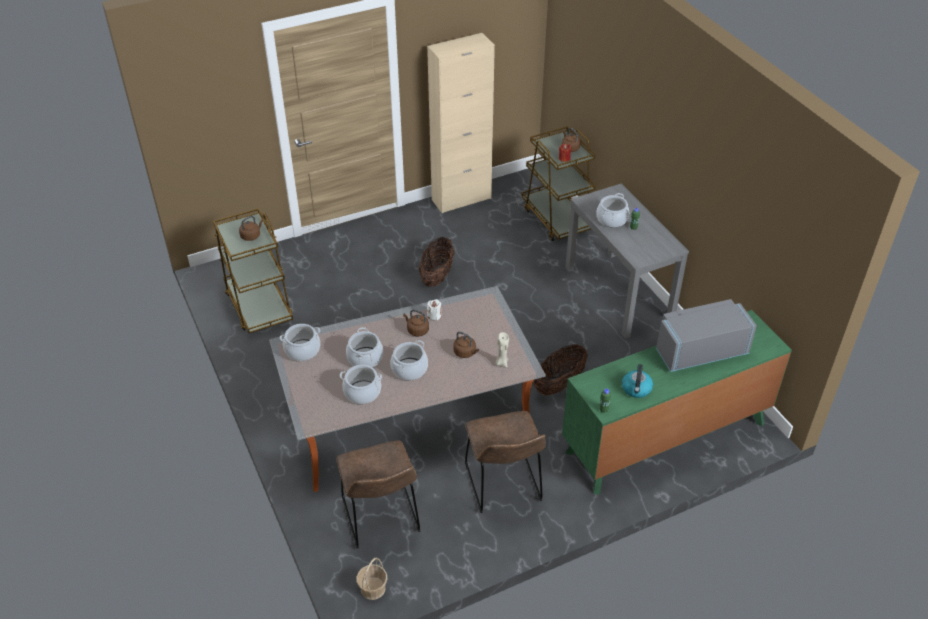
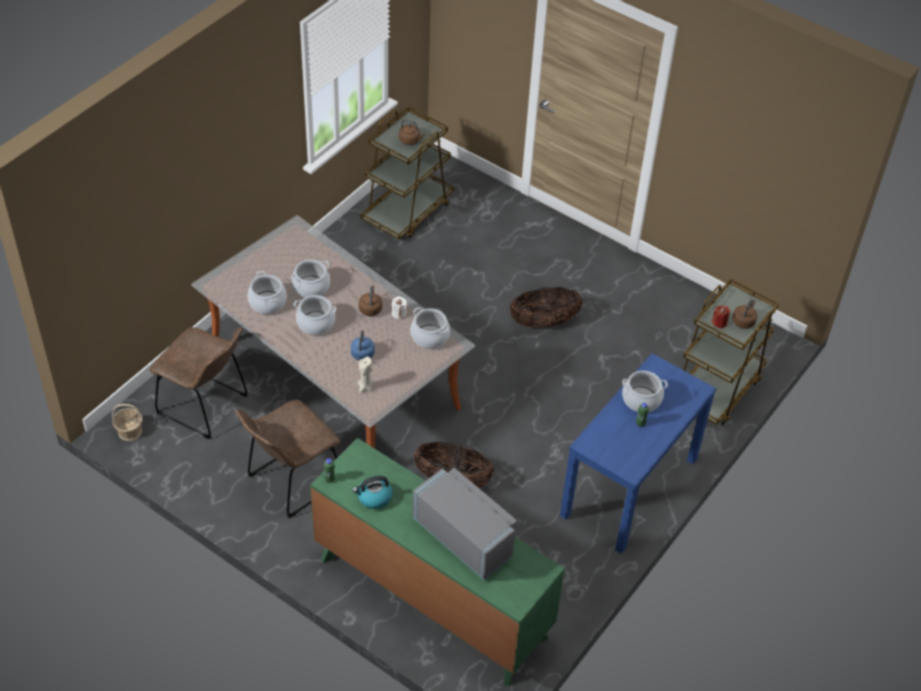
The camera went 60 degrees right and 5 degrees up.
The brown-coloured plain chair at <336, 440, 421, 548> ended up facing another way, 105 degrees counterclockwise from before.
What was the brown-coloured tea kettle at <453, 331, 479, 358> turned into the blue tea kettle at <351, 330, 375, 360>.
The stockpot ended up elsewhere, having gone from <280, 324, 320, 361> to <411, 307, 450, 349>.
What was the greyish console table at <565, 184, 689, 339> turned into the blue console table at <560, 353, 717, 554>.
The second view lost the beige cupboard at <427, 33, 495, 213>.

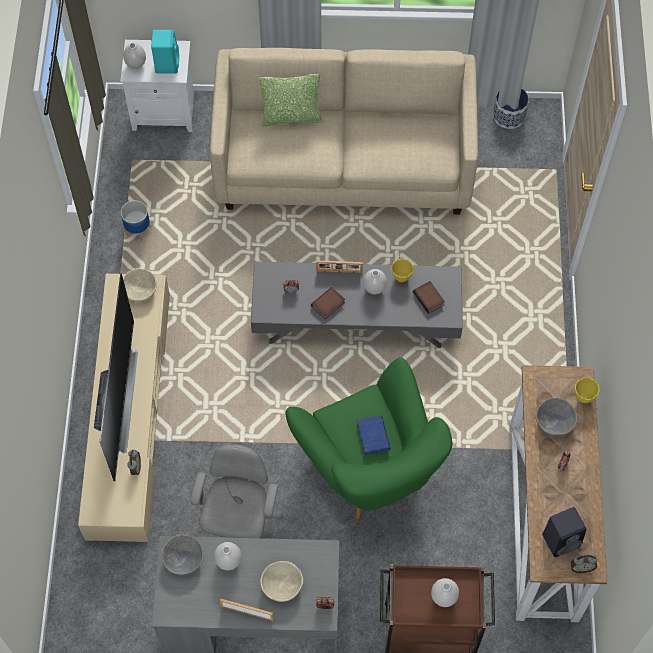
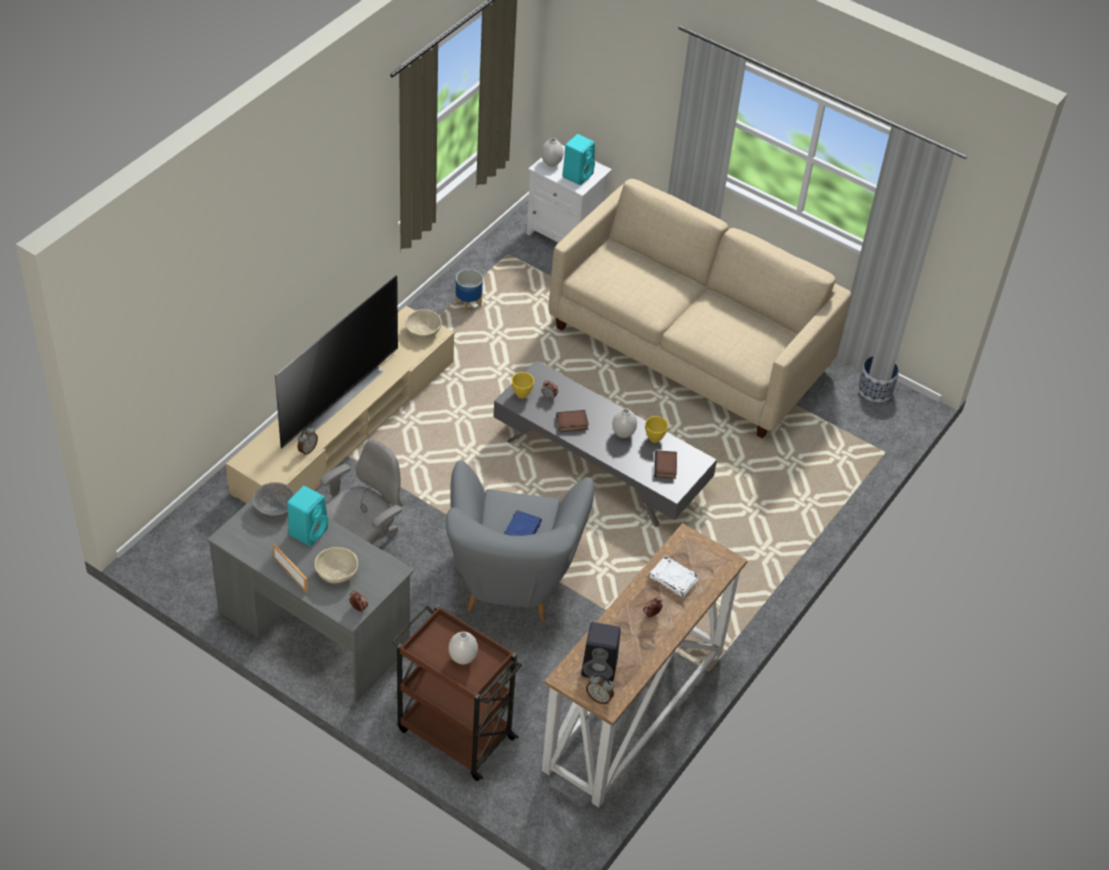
The camera went 30 degrees right and 15 degrees down.
Where the white-coloured vase stood at <214, 542, 241, 570>, the turquoise-coloured audio speaker came to stand at <287, 486, 328, 546>.
What was the green-coloured armchair at <285, 357, 452, 519> turned into the greyish armchair at <446, 460, 594, 621>.
The yellow bowl ended up elsewhere, having gone from <575, 378, 600, 403> to <511, 372, 534, 399>.
Where the greyish bowl stood at <536, 397, 577, 436>, the white-coloured book came to stand at <648, 556, 699, 598>.
The second view lost the cushion at <259, 73, 323, 127>.
The second view lost the picture frame at <316, 260, 363, 274>.

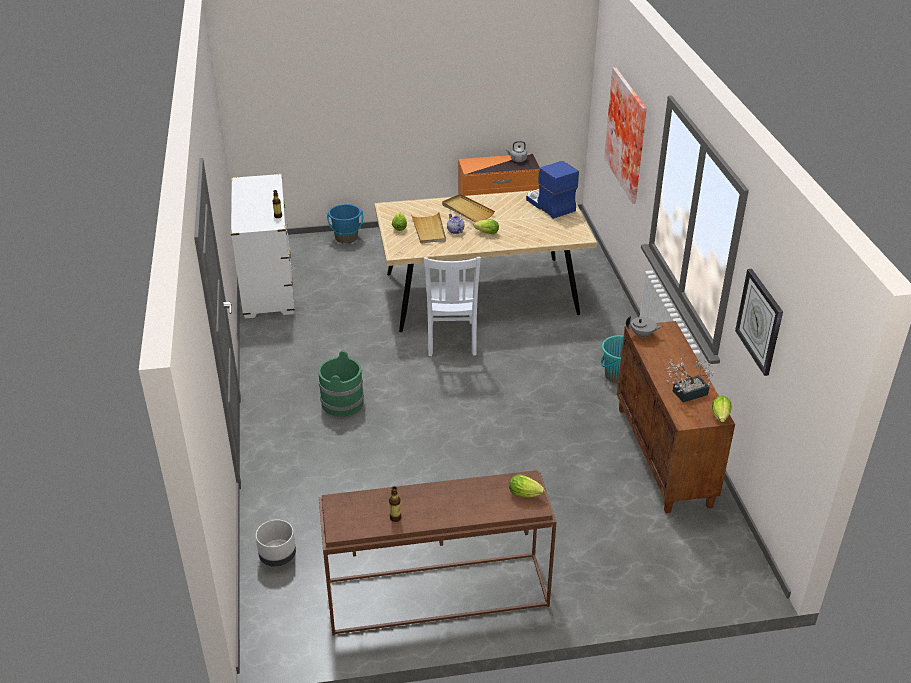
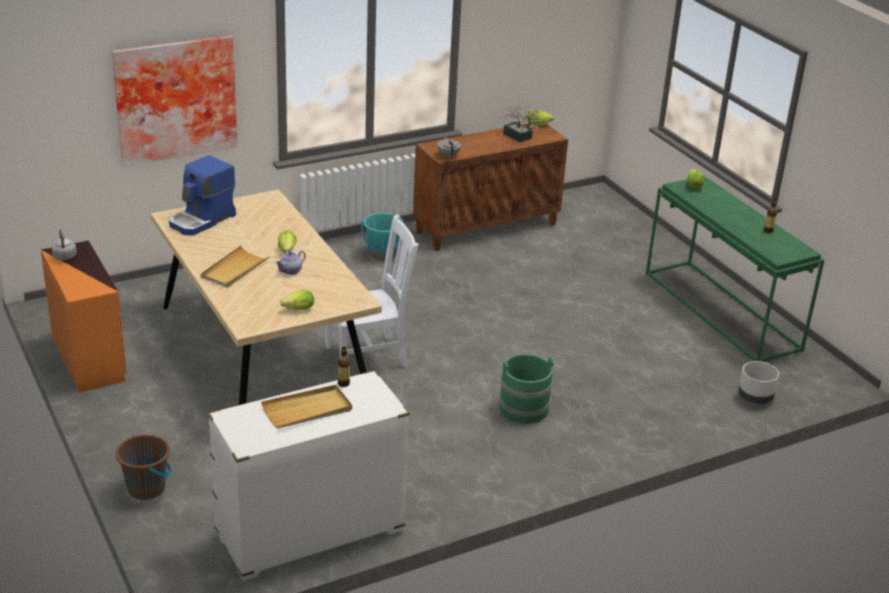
The camera went 110 degrees left and 5 degrees down.
What was the blue pail at <327, 204, 363, 244> turned into the brown-coloured pail at <116, 434, 172, 500>.
The beige serving tray ended up elsewhere, having gone from <411, 212, 446, 244> to <261, 385, 352, 429>.
What was the brown-coloured console table at <319, 470, 556, 636> turned into the green-coloured console table at <646, 176, 825, 362>.
The second view lost the wall clock at <735, 269, 783, 376>.

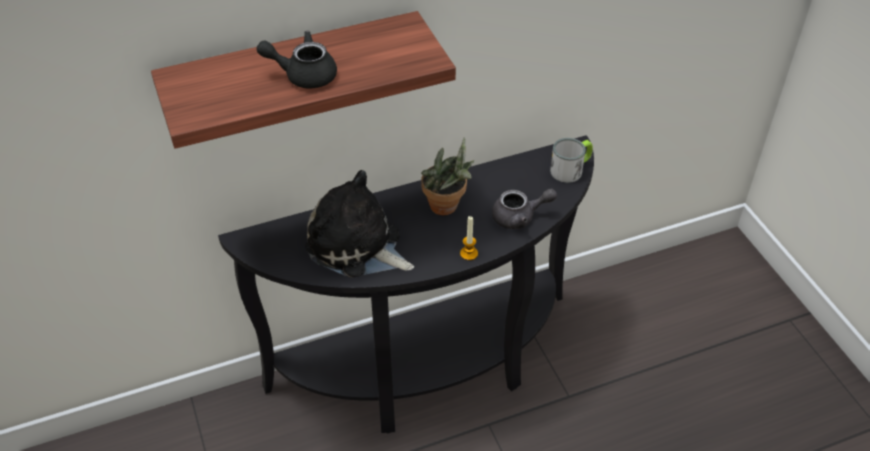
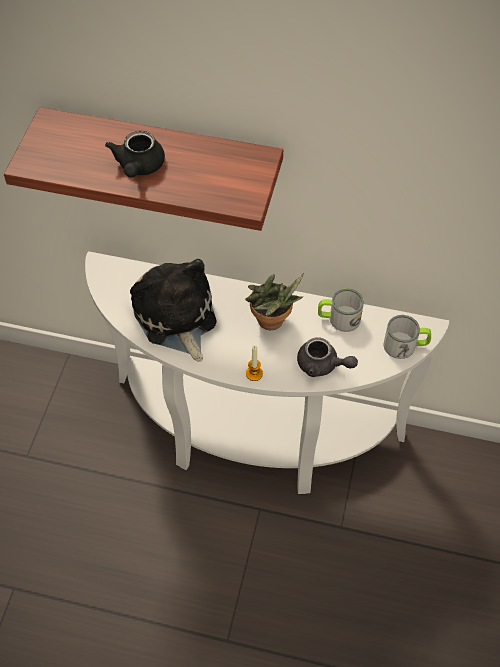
The camera went 35 degrees right and 10 degrees up.
What was the black console table at <218, 135, 594, 433> turned into the white-coloured console table at <85, 251, 449, 494>.
The black teapot at <256, 31, 337, 89> ended up facing another way, 120 degrees counterclockwise from before.
The second view gained the coffee mug at <318, 288, 364, 332>.

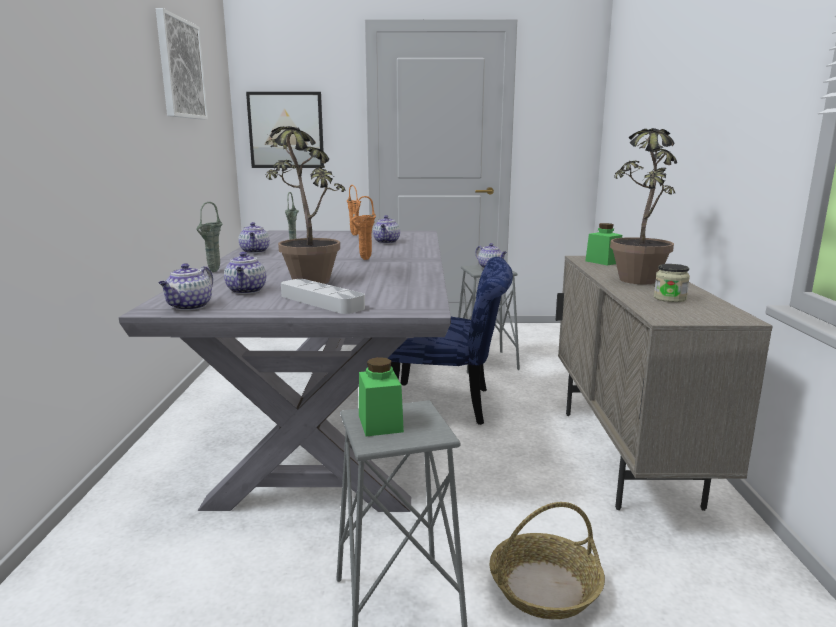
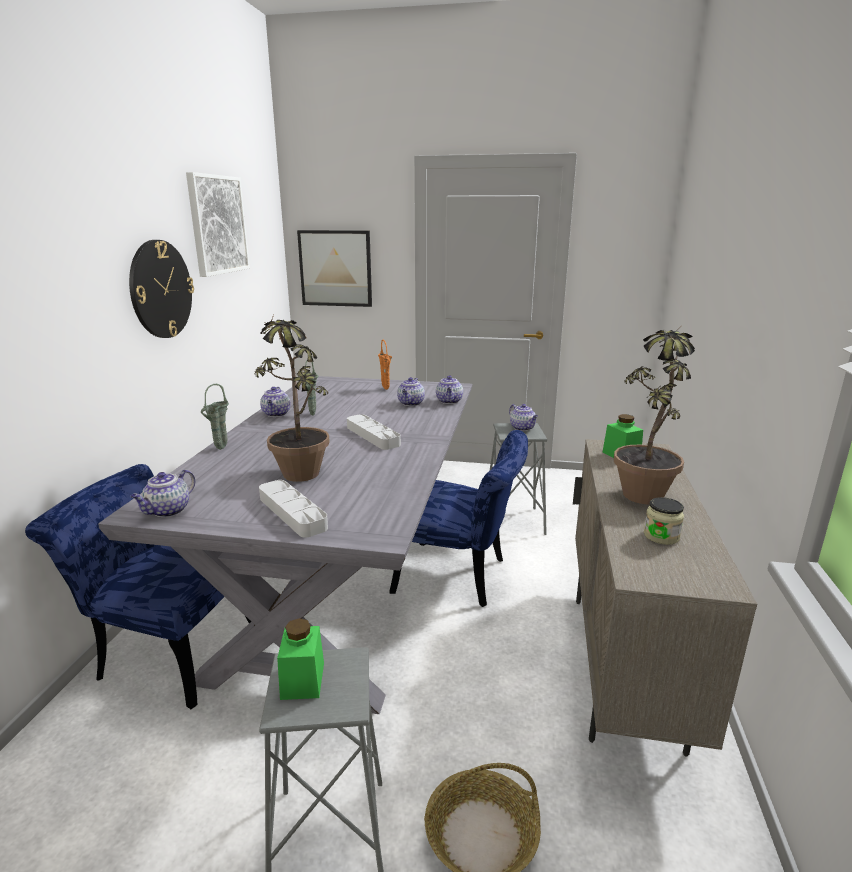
The camera went 10 degrees right and 5 degrees up.
The second view gained the blue plain chair at <25, 464, 251, 709>.
The second view gained the wall clock at <129, 240, 194, 338>.
Where the orangey vase stood at <351, 196, 376, 260>, the greyish serving tray came to stand at <347, 414, 401, 450>.
The teapot ended up elsewhere, having gone from <224, 252, 266, 294> to <436, 375, 463, 404>.

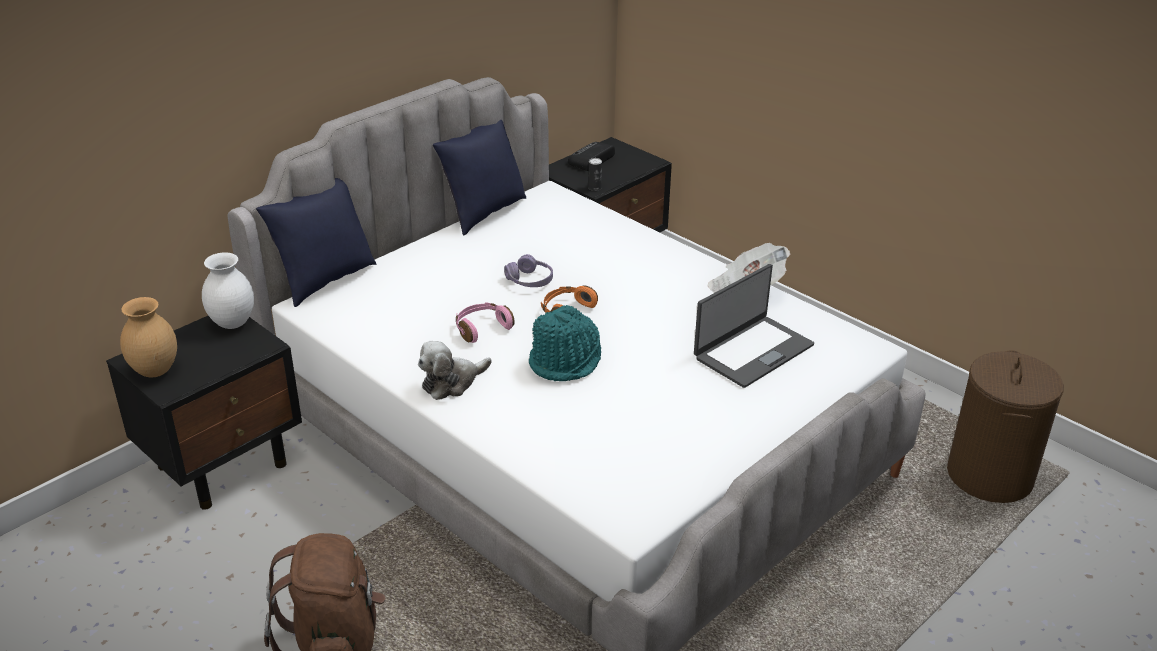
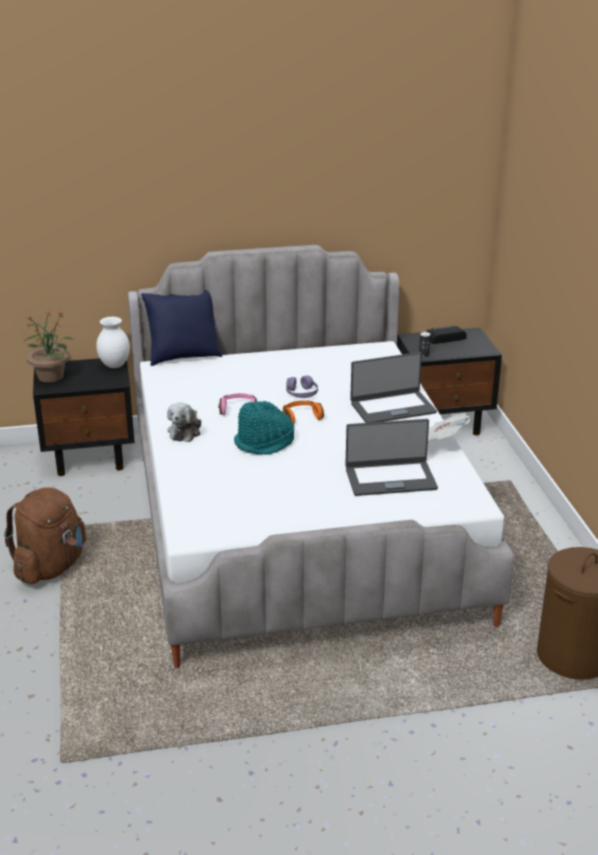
The camera went 35 degrees right and 5 degrees down.
Where the brown-coloured vase stood at <120, 297, 177, 377>, the houseplant came to stand at <26, 309, 74, 383>.
The plush toy at <418, 341, 492, 400> ended up facing another way, 75 degrees counterclockwise from before.
The second view gained the notebook computer at <350, 352, 437, 423>.
The second view lost the blue cushion at <433, 120, 526, 235>.

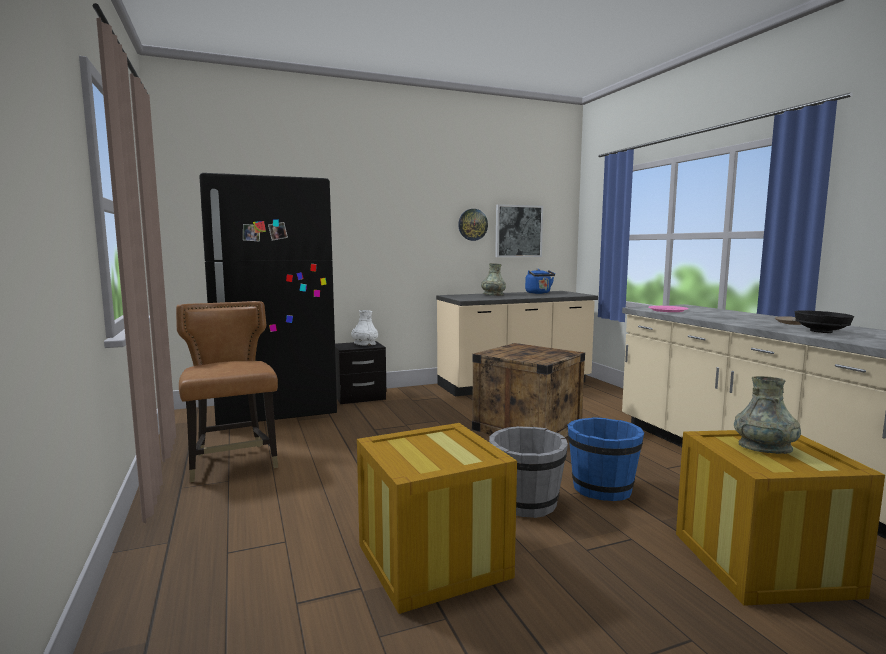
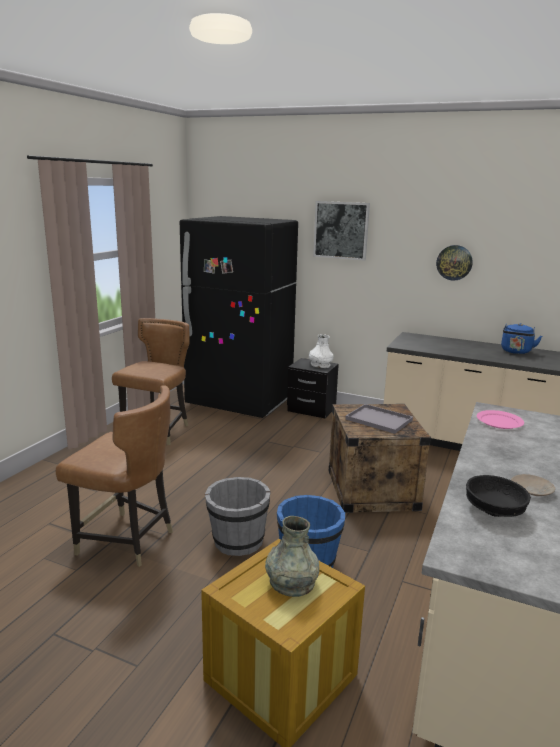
The camera went 45 degrees right and 10 degrees up.
Where the packing crate stood at <357, 423, 517, 614>, the brown-coloured plain chair came to stand at <56, 385, 173, 567>.
The wall picture ended up elsewhere, having gone from <495, 204, 543, 257> to <313, 201, 370, 261>.
The second view gained the greyish serving tray at <345, 404, 413, 434>.
The second view lost the greyish vase at <481, 263, 506, 296>.

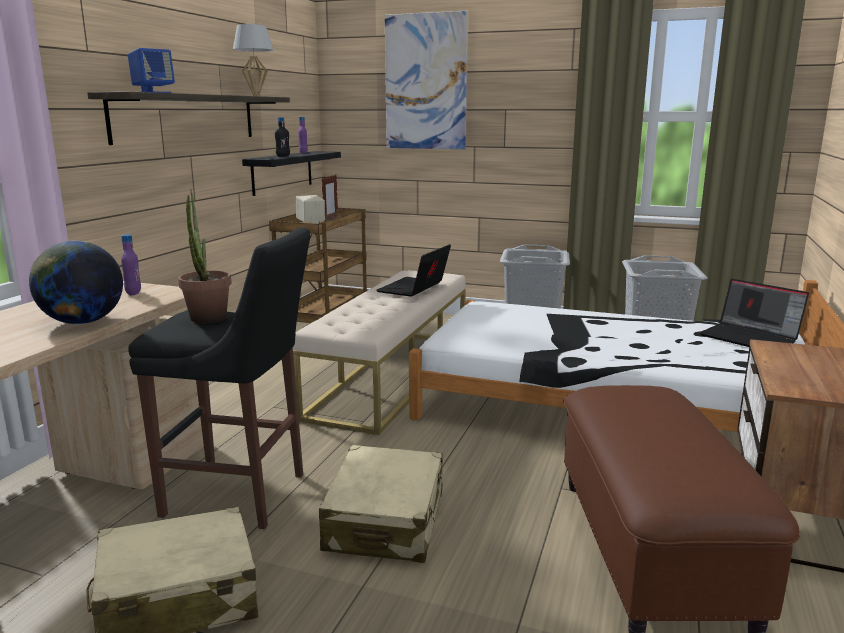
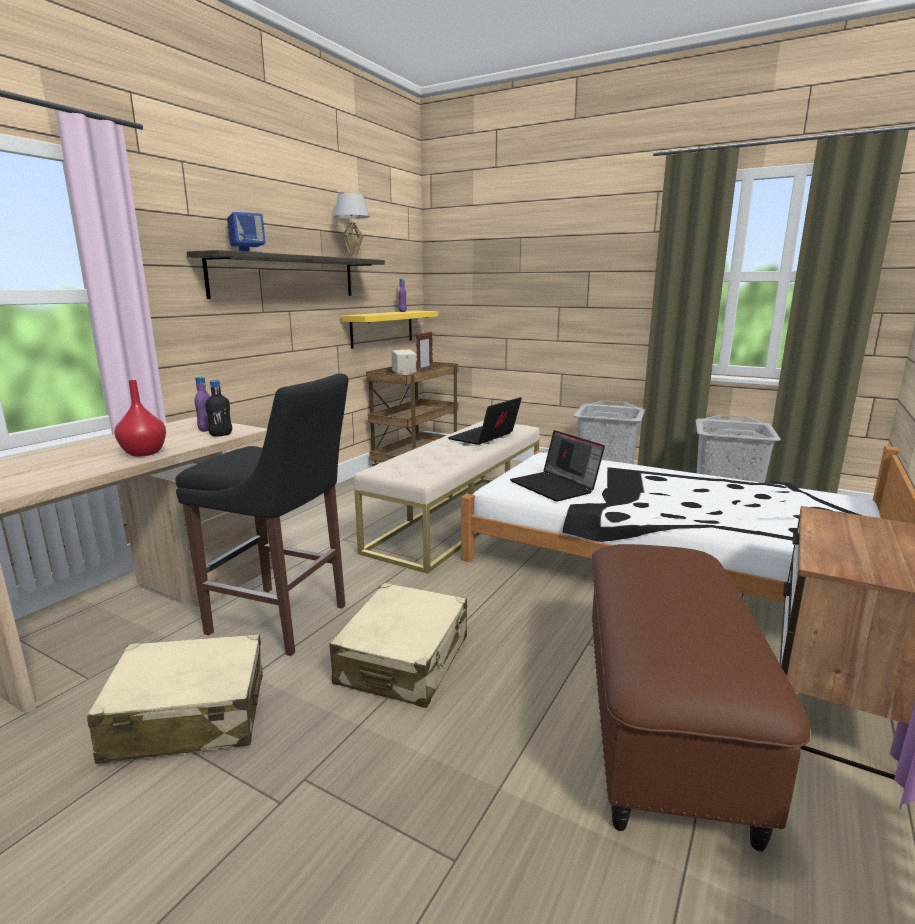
The camera went 10 degrees right and 0 degrees up.
Where the desk globe stood at <29, 241, 123, 324>, the reddish vase came to stand at <114, 380, 166, 457>.
The black beverage bottle ended up elsewhere, having gone from <275, 117, 290, 157> to <205, 380, 232, 437>.
What was the black shelf at <242, 151, 341, 196> turned into the yellow shelf at <341, 311, 438, 349>.
The notebook computer ended up elsewhere, having gone from <699, 279, 809, 347> to <510, 430, 605, 502>.
The second view lost the houseplant at <178, 189, 232, 323>.
The second view lost the wall picture at <385, 11, 468, 149>.

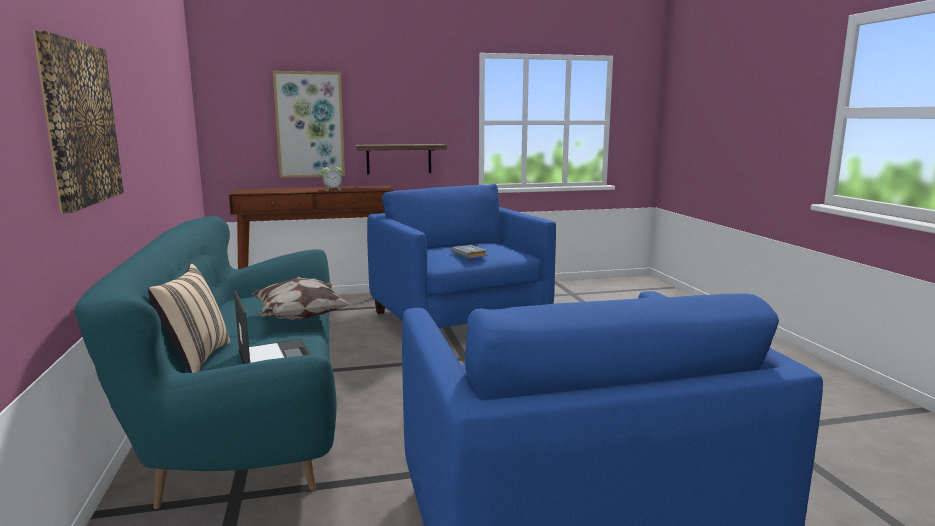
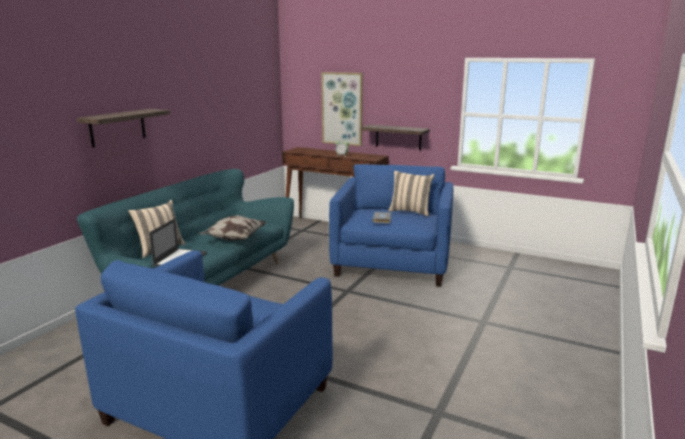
The camera went 40 degrees right and 5 degrees up.
Where the wall picture hung at <33, 31, 124, 213>, the shelf came to hang at <77, 109, 170, 148>.
The second view gained the beige cushion at <388, 170, 435, 217>.

